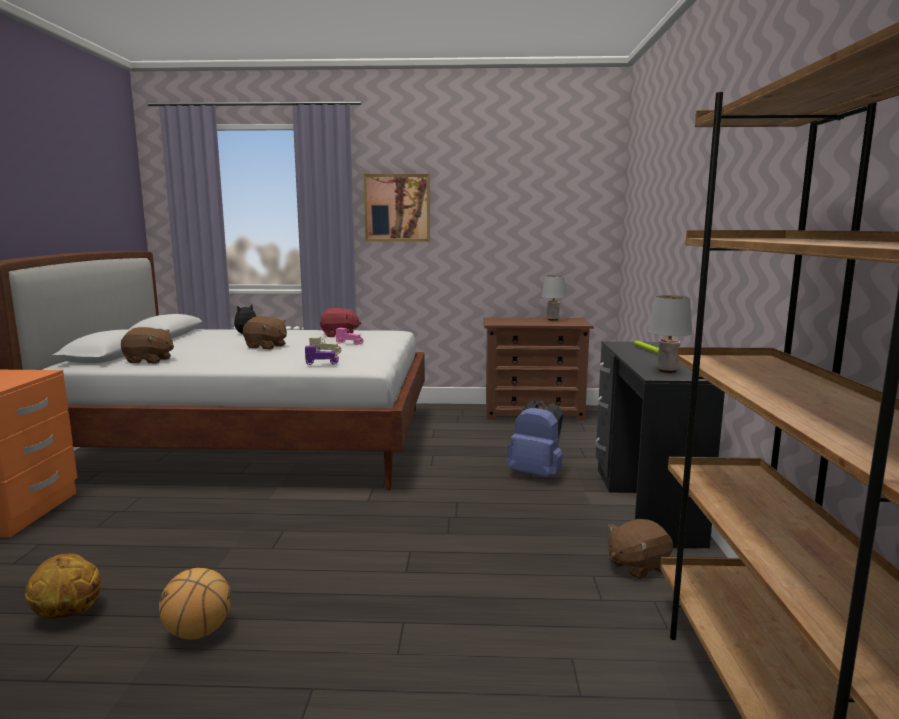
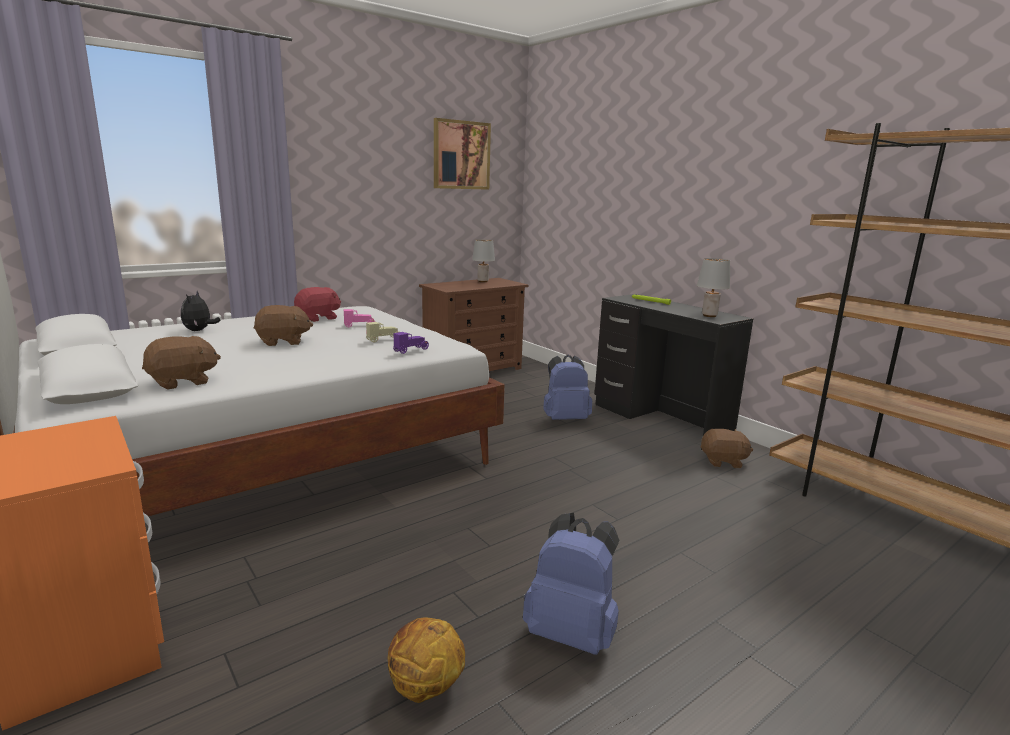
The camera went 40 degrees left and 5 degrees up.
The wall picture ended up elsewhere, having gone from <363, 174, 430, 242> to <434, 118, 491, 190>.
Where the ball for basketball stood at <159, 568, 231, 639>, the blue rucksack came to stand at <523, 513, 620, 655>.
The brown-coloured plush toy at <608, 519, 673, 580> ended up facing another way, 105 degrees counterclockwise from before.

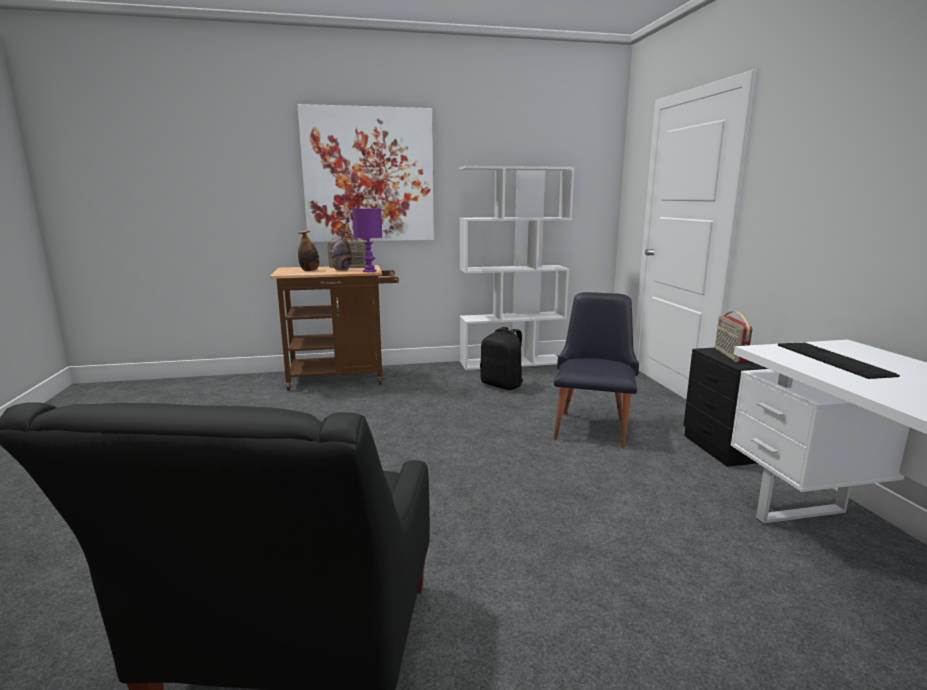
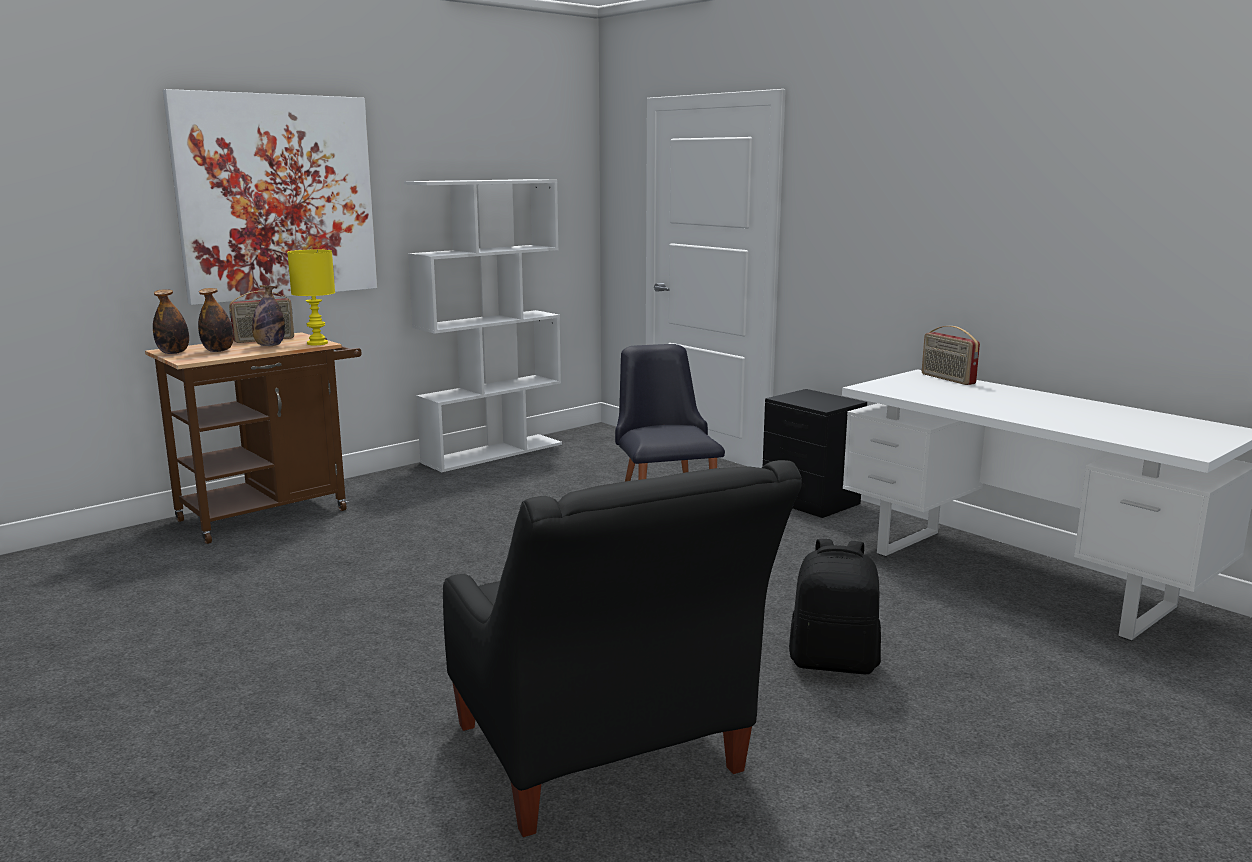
The camera went 30 degrees left and 0 degrees up.
The second view gained the beverage bottle at <153, 289, 189, 354>.
What was the purple table lamp at <352, 209, 382, 272> turned into the yellow table lamp at <287, 250, 335, 345>.
The black rucksack ended up elsewhere, having gone from <480, 327, 524, 390> to <789, 539, 881, 674>.
The radio receiver ended up elsewhere, having gone from <715, 311, 752, 363> to <922, 326, 980, 385>.
The second view lost the keyboard at <778, 343, 900, 379>.

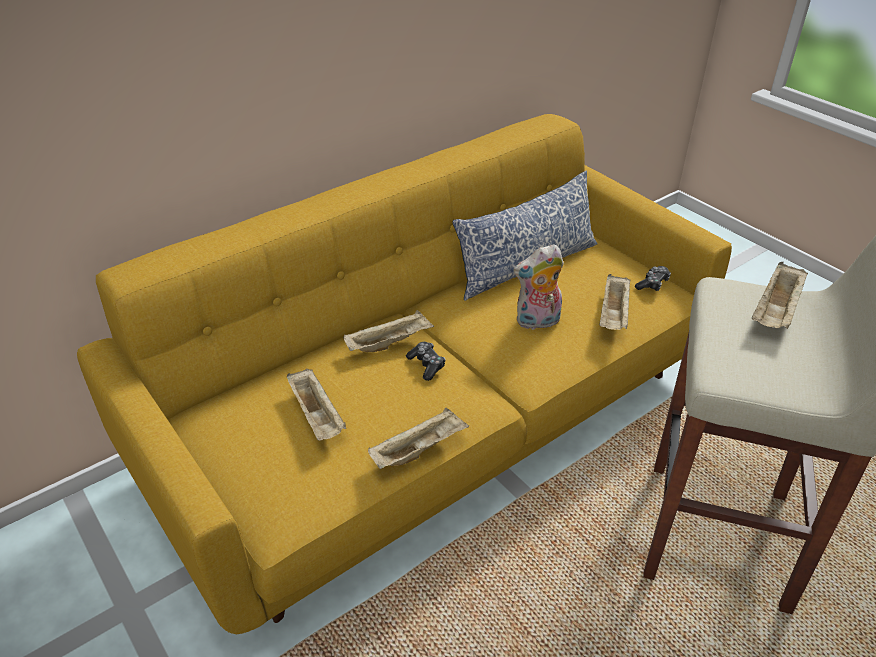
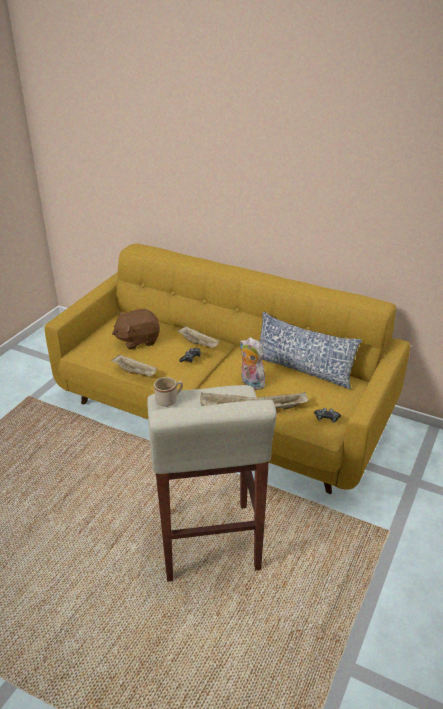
The camera went 65 degrees right and 5 degrees down.
Where the beige serving tray stood at <287, 369, 346, 441>, the brown-coloured plush toy came to stand at <112, 309, 160, 350>.
The second view gained the beige coffee mug at <154, 377, 183, 407>.

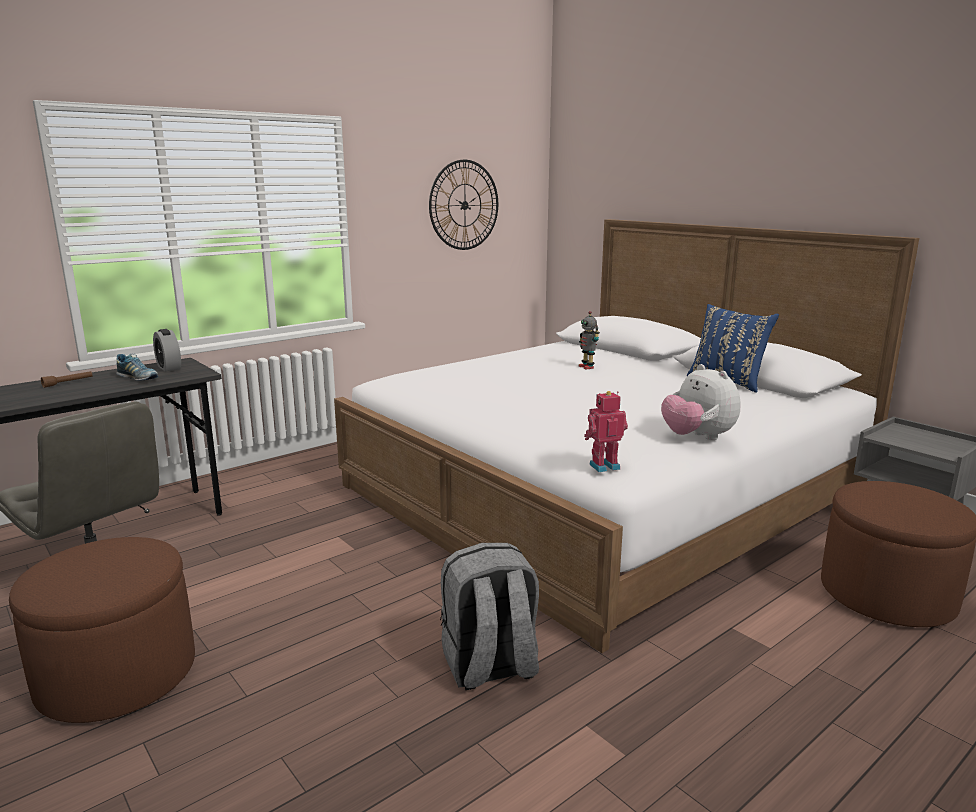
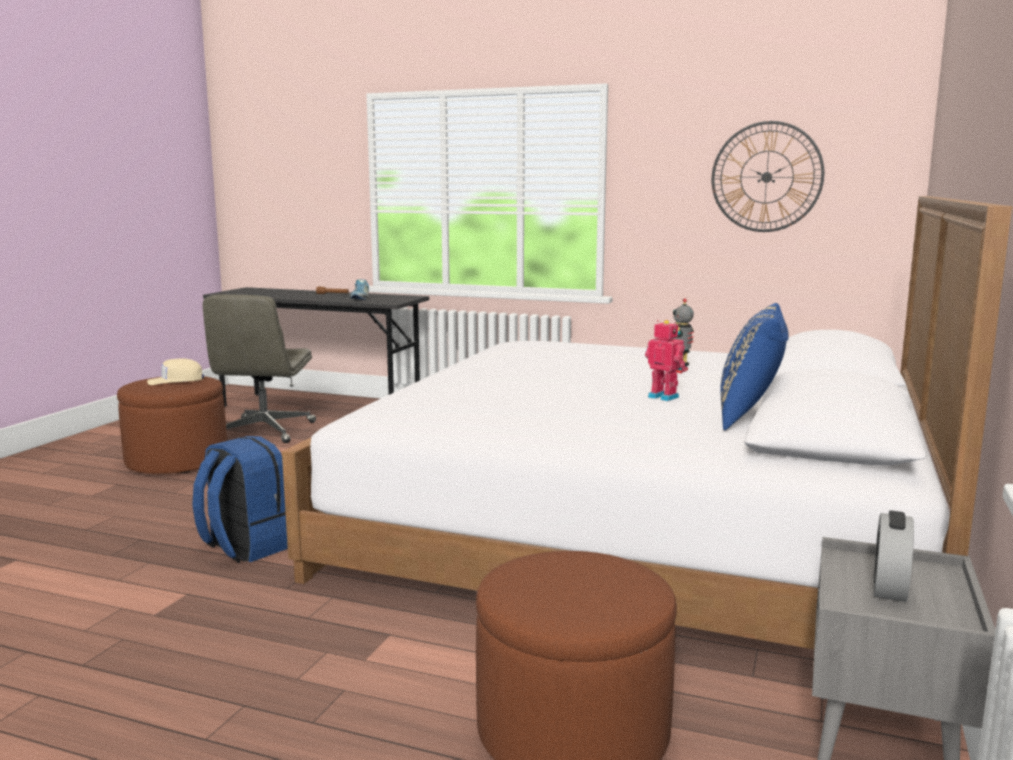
The camera went 60 degrees right and 5 degrees down.
The second view gained the beige peaked cap at <147, 358, 204, 385>.
What was the greyish rucksack at <440, 543, 539, 690> turned into the blue rucksack at <192, 436, 288, 563>.
The robot figure ended up elsewhere, having gone from <584, 391, 628, 472> to <645, 320, 687, 401>.
The table clock ended up elsewhere, having gone from <153, 329, 181, 372> to <874, 510, 914, 602>.
The second view lost the plush toy at <661, 364, 741, 440>.

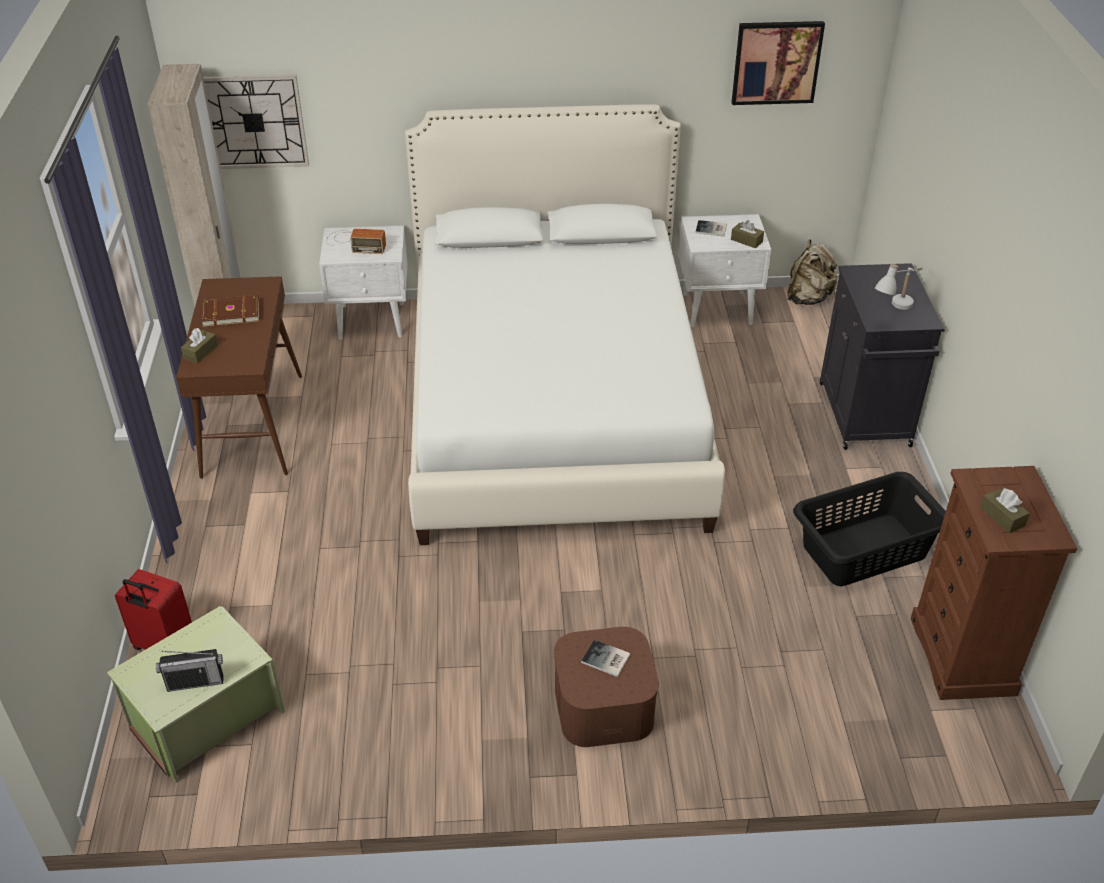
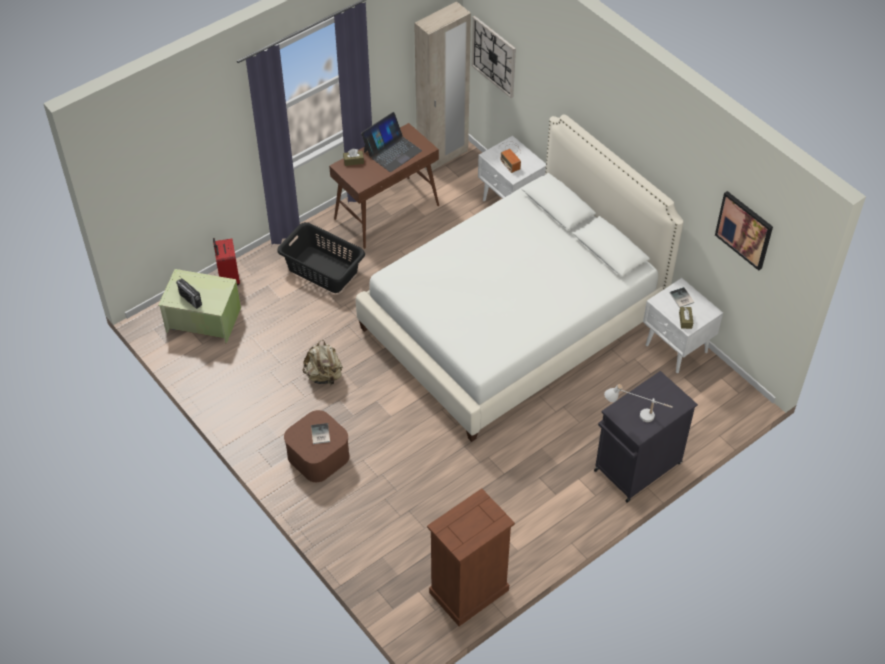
The camera went 55 degrees right and 10 degrees up.
The black hamper ended up elsewhere, having gone from <793, 472, 946, 586> to <277, 222, 365, 293>.
The beige rucksack ended up elsewhere, having gone from <787, 239, 839, 305> to <303, 340, 343, 386>.
Where the brown-coloured book stood at <201, 295, 259, 327>, the notebook computer came to stand at <361, 112, 422, 172>.
The second view lost the brown-coloured box of tissues at <980, 488, 1030, 533>.

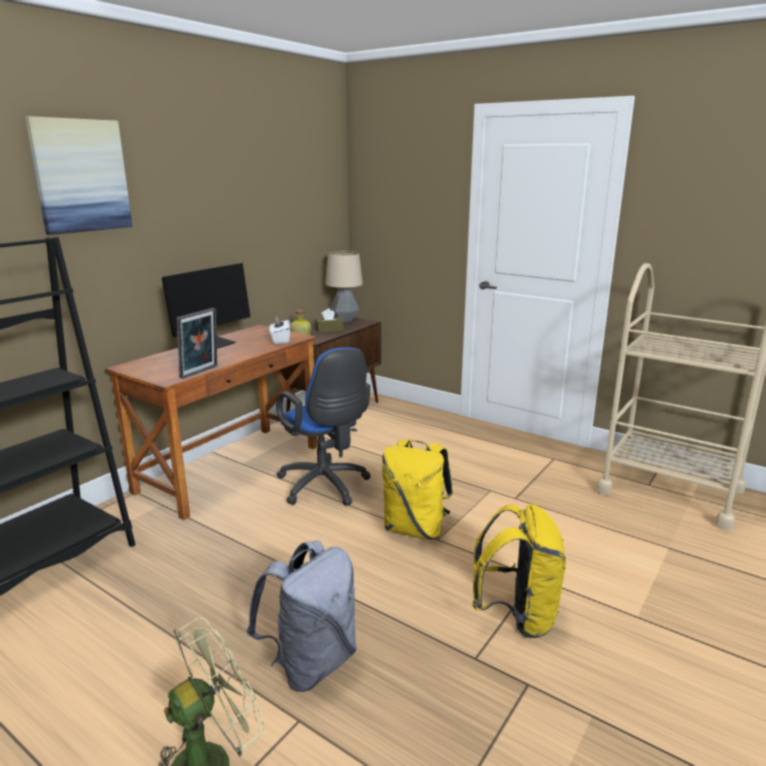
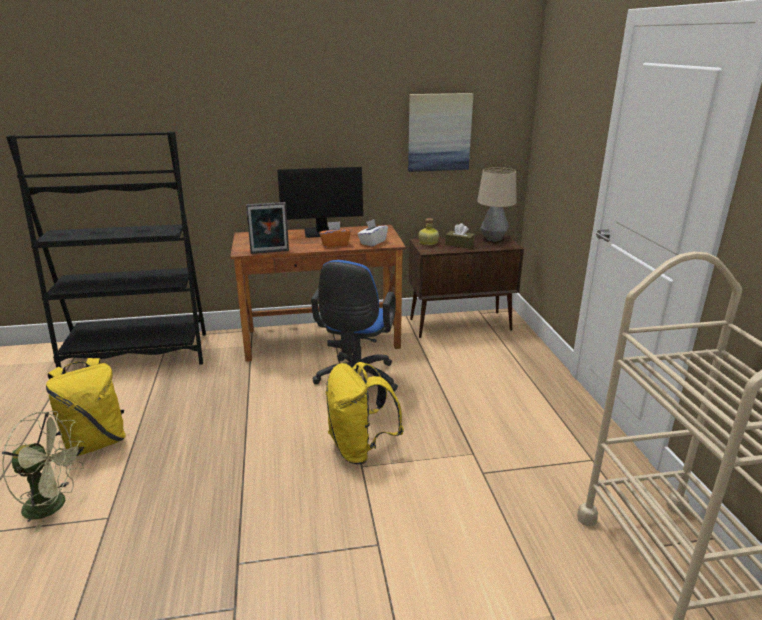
The camera went 45 degrees right and 5 degrees up.
The yellow rucksack ended up elsewhere, having gone from <472, 504, 566, 639> to <46, 358, 126, 457>.
The second view gained the orangey box of tissues at <319, 221, 351, 247>.
The wall picture ended up elsewhere, having gone from <25, 116, 133, 235> to <408, 93, 473, 172>.
The second view lost the greyish rucksack at <246, 540, 357, 692>.

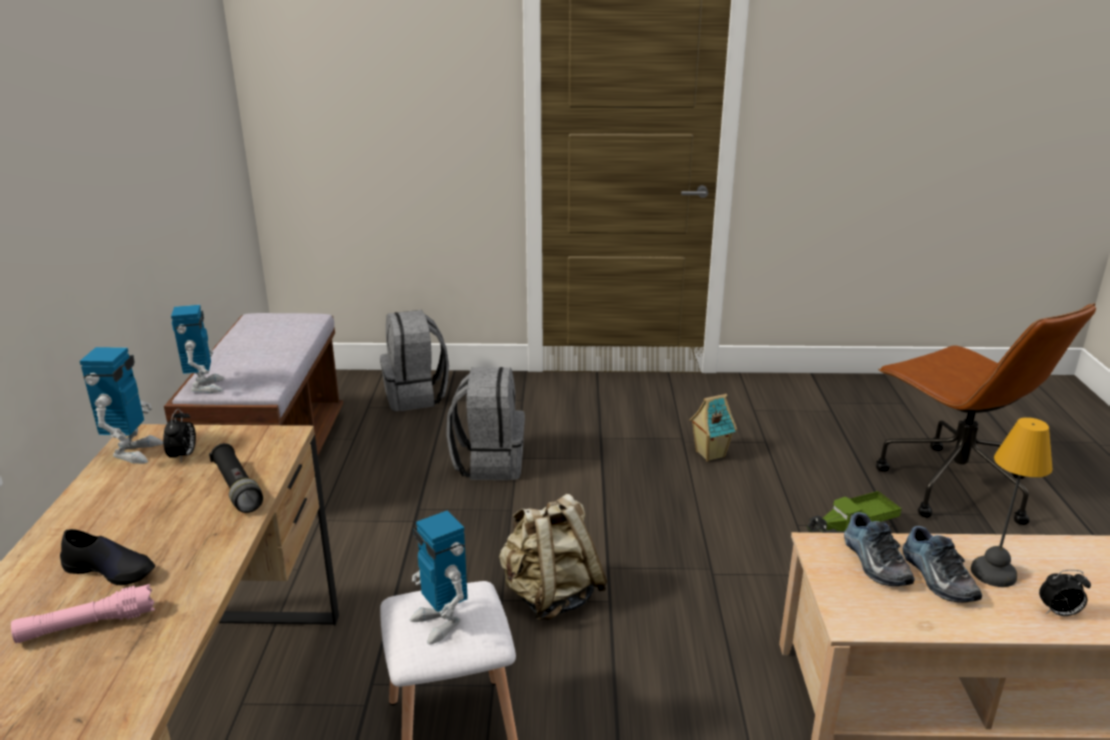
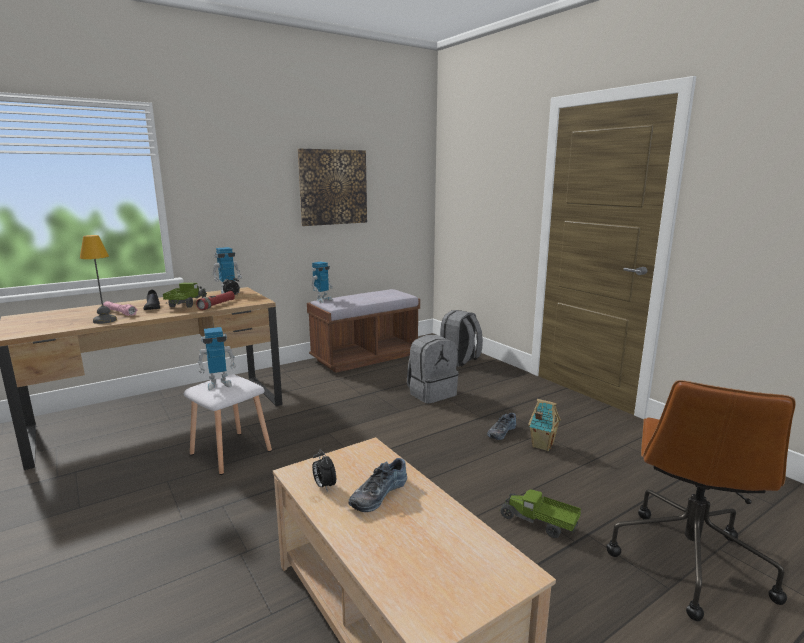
The camera went 55 degrees right and 10 degrees down.
The table lamp ended up elsewhere, having gone from <971, 417, 1053, 587> to <80, 235, 117, 324>.
The second view gained the toy lorry at <163, 283, 206, 308>.
What was the black hand torch at <209, 443, 263, 513> turned into the reddish hand torch at <196, 291, 235, 310>.
The robot figure at <410, 510, 468, 645> ended up facing another way, 135 degrees counterclockwise from before.
The second view gained the wall picture at <298, 148, 367, 226>.
The table clock ended up elsewhere, having gone from <1039, 570, 1091, 616> to <312, 449, 336, 492>.
The shoe ended up elsewhere, having gone from <844, 512, 915, 586> to <487, 413, 516, 440>.
The second view lost the beige rucksack at <499, 494, 607, 620>.

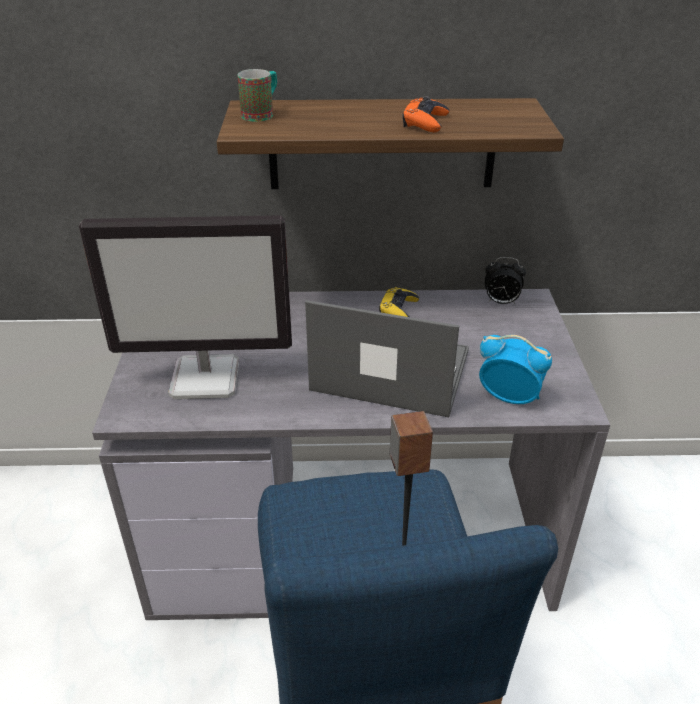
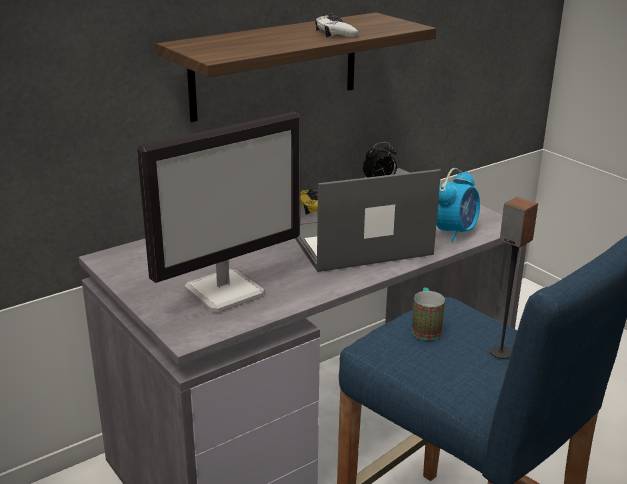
The camera went 35 degrees left and 10 degrees down.
What was the orangey joypad at <402, 96, 449, 132> turned into the white-coloured joypad at <315, 13, 358, 37>.
The coffee mug ended up elsewhere, having gone from <238, 69, 277, 122> to <412, 288, 445, 340>.
The table clock at <479, 335, 552, 404> ended up facing another way, 135 degrees clockwise from before.

